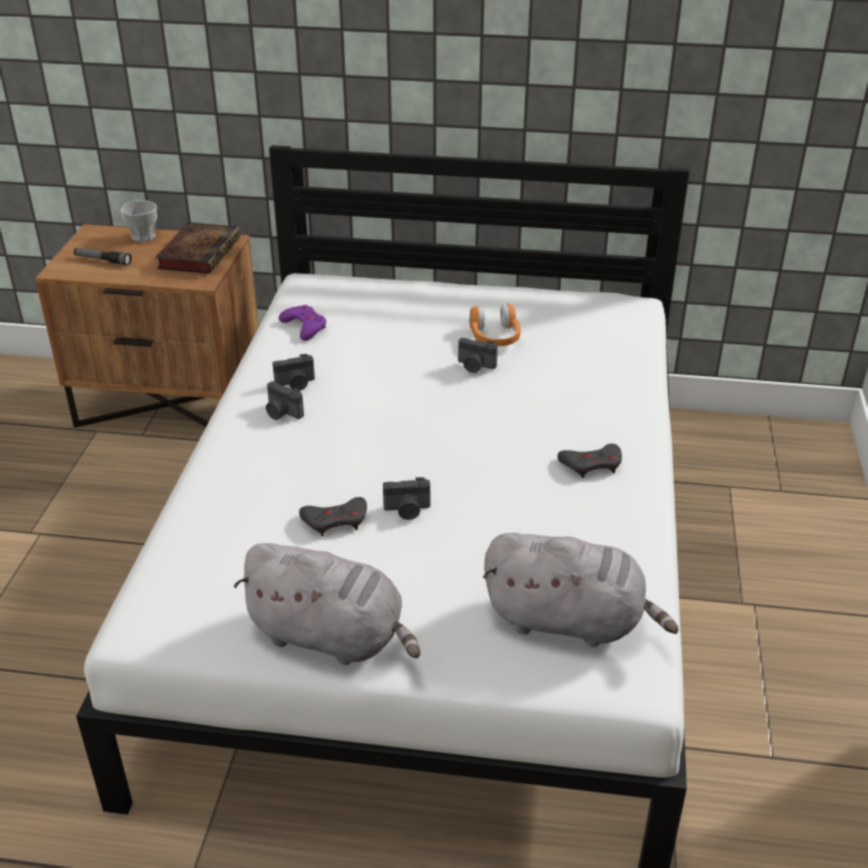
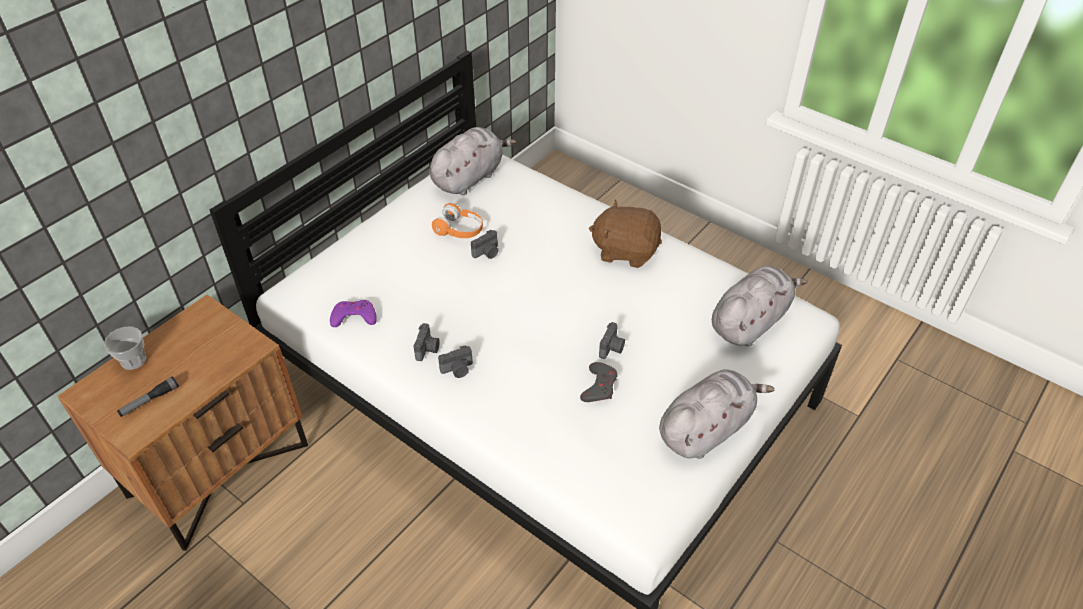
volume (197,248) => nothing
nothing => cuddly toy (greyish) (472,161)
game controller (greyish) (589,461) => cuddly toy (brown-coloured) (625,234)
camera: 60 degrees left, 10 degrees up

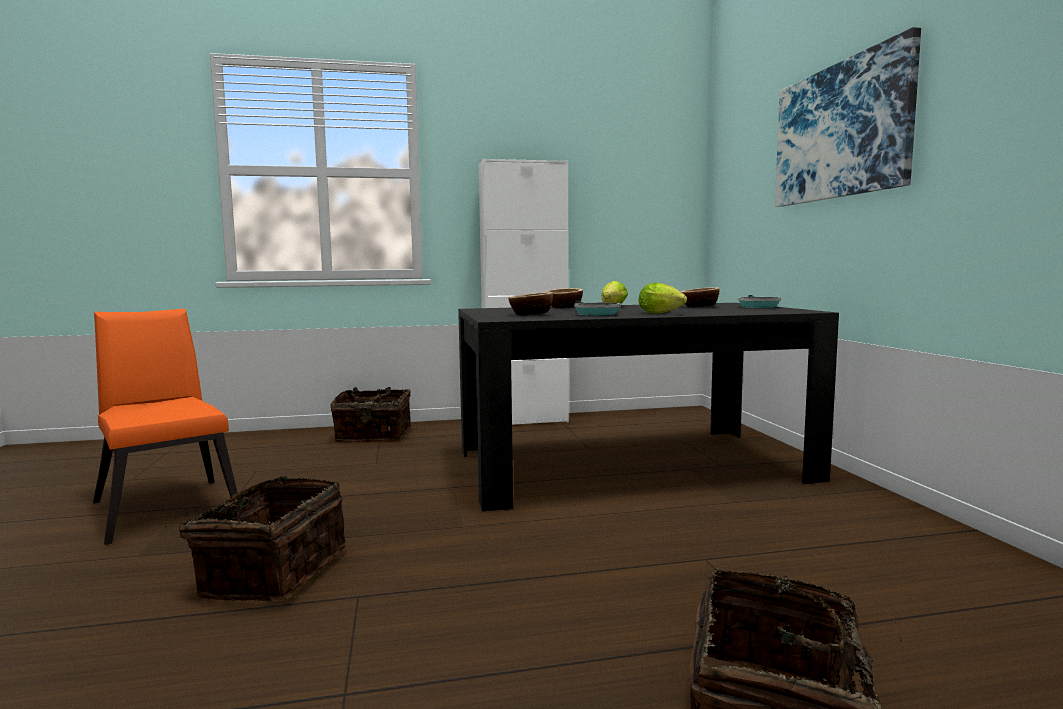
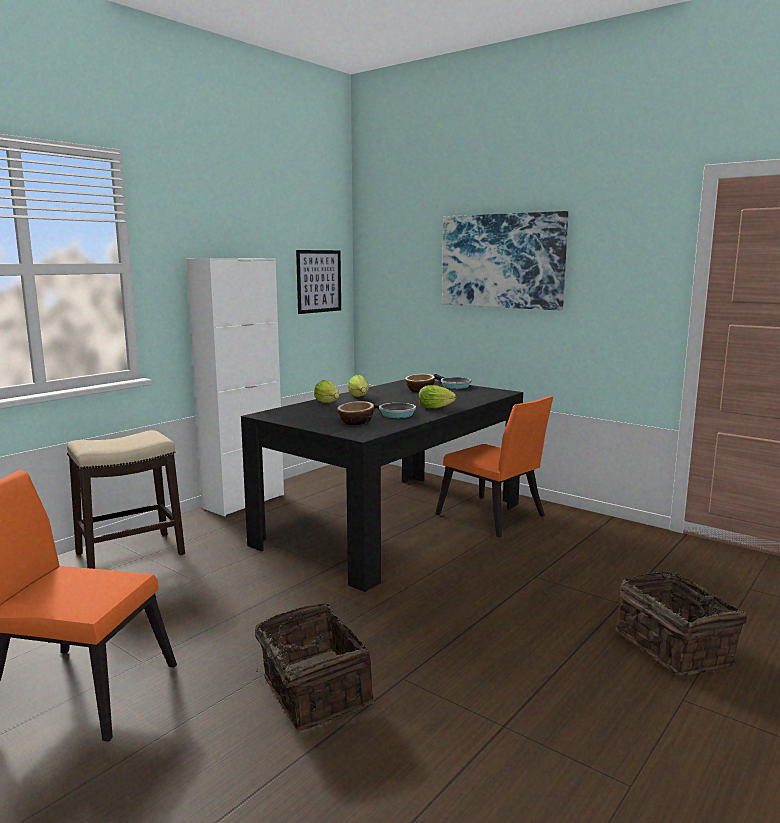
nothing => wall art (318,282)
nothing => upright chair (orange-coloured) (494,467)
household basket (370,414) => stool (126,499)
serving bowl (564,298) => head of lettuce (326,391)
camera: 40 degrees left, 5 degrees up

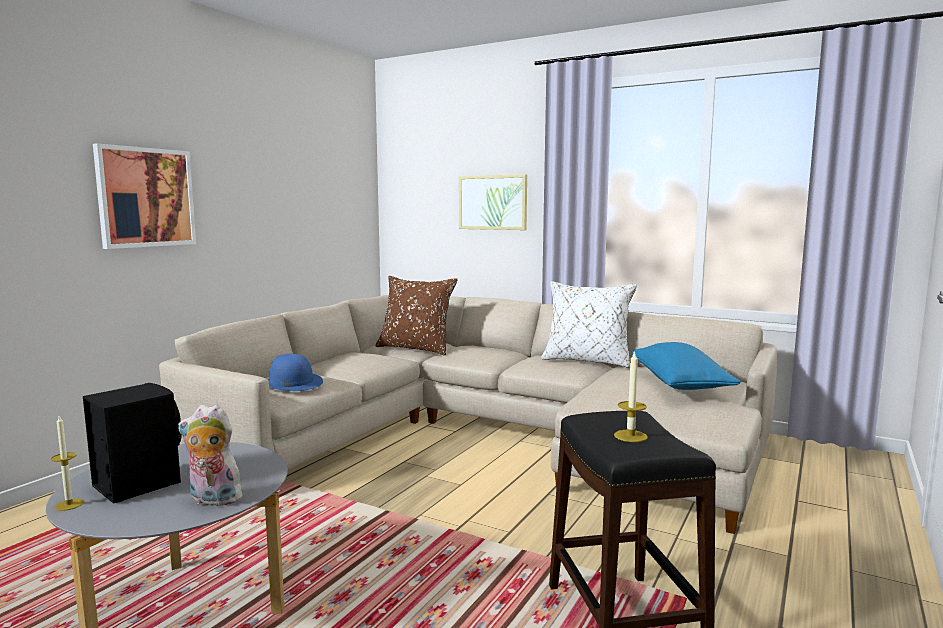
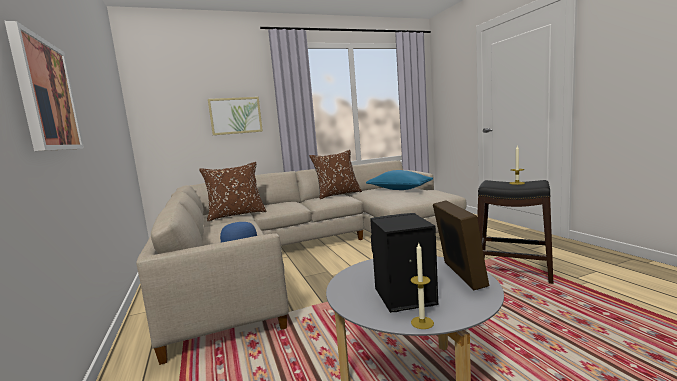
cuddly toy (211,455) => photo frame (461,245)
cushion (white-coloured) (589,324) => cushion (brown-coloured) (335,174)
camera: 50 degrees left, 0 degrees up

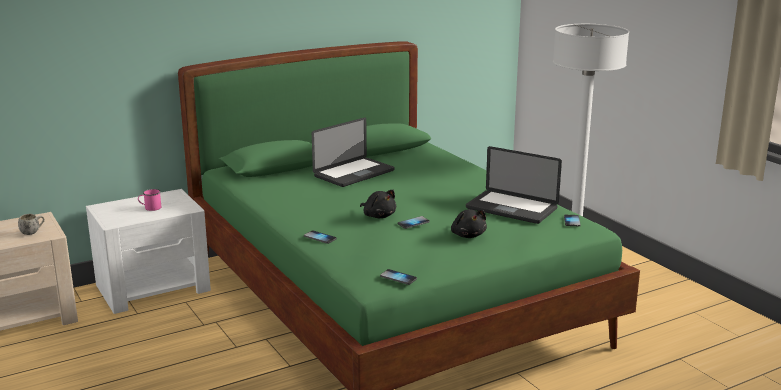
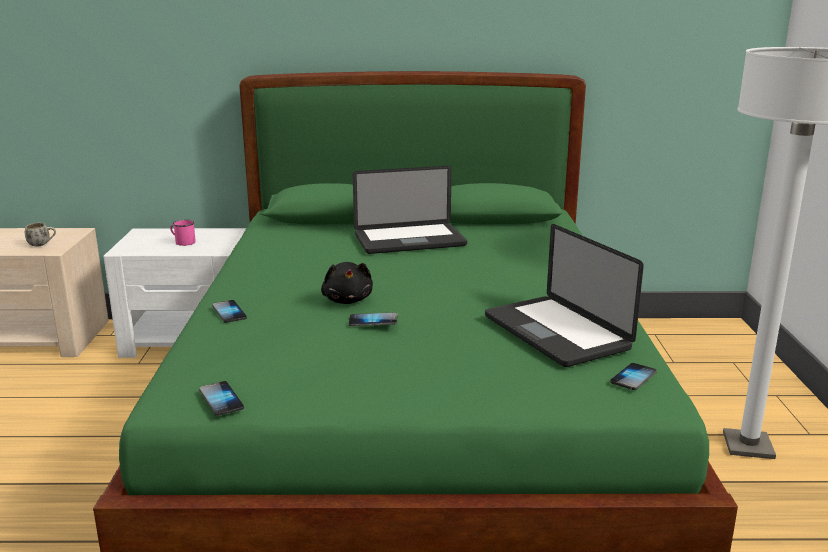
cuddly toy (blackish) (469,223) => nothing
camera: 30 degrees right, 0 degrees up

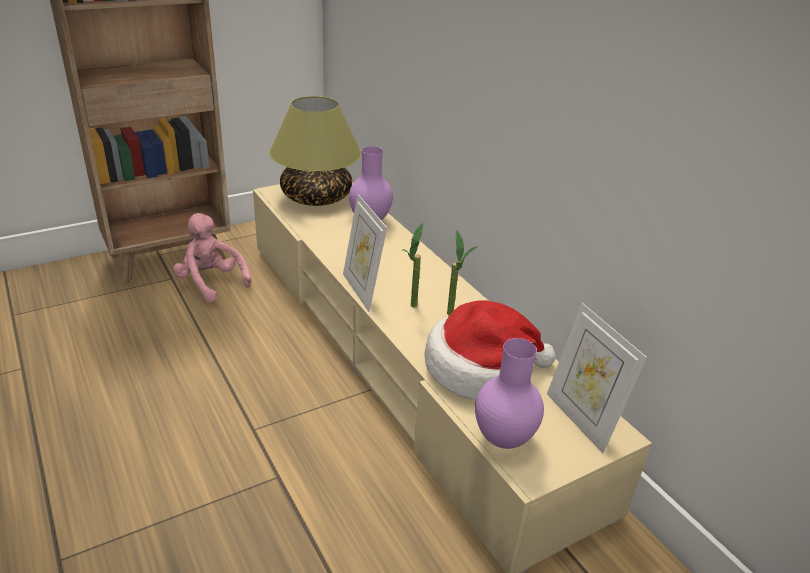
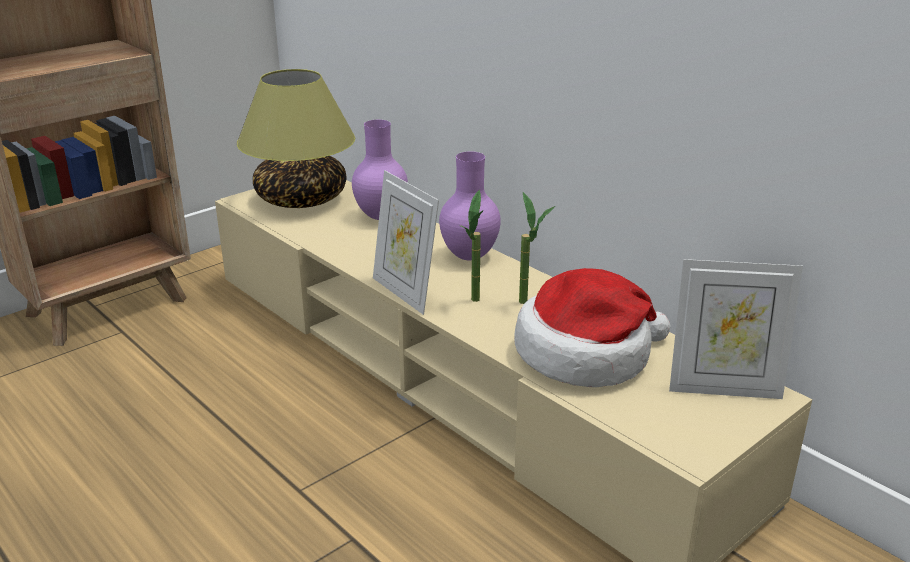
cuddly toy (pinkish) (212,258) => nothing
flower vase (purplish) (509,393) => flower vase (purplish) (470,206), move
photo frame (597,378) => photo frame (736,329), 45 degrees counterclockwise
camera: 10 degrees left, 5 degrees down

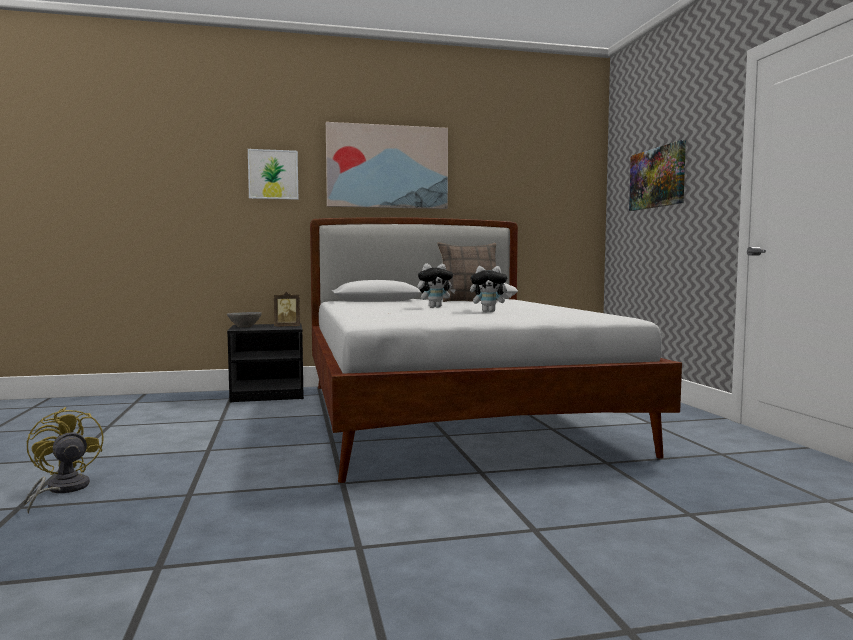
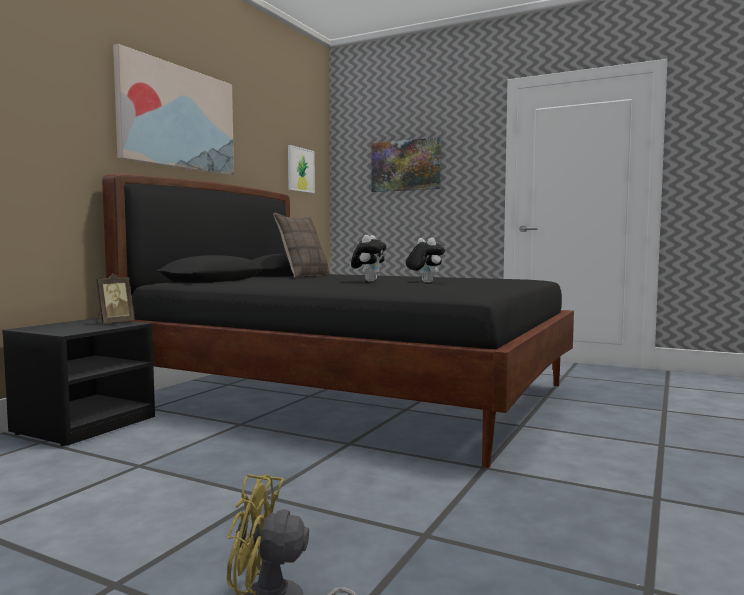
serving bowl (greyish) (244,319) => nothing
wall art (273,174) => wall art (301,169), move
sleeping bed (white-coloured) (496,350) => sleeping bed (blackish) (338,321)
cuddly toy (491,289) => cuddly toy (425,260), 75 degrees counterclockwise
camera: 50 degrees left, 0 degrees up

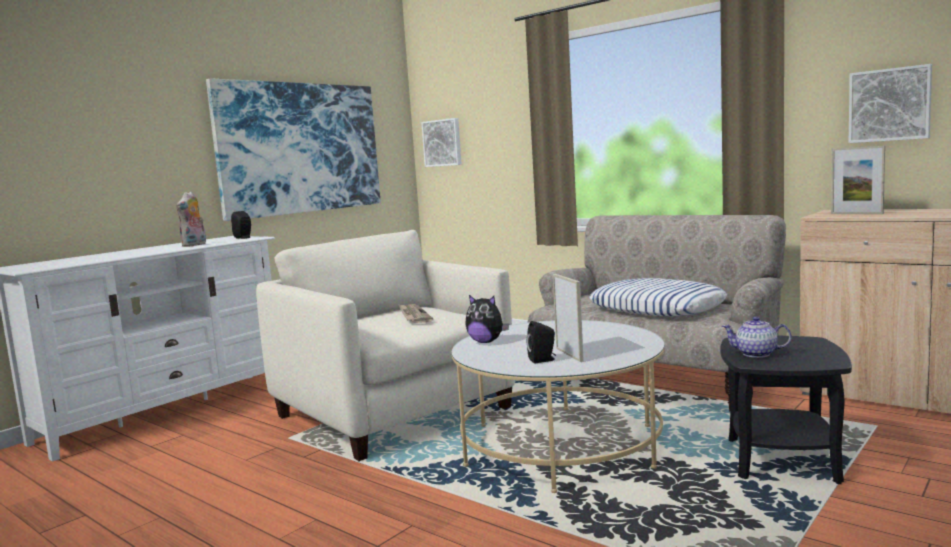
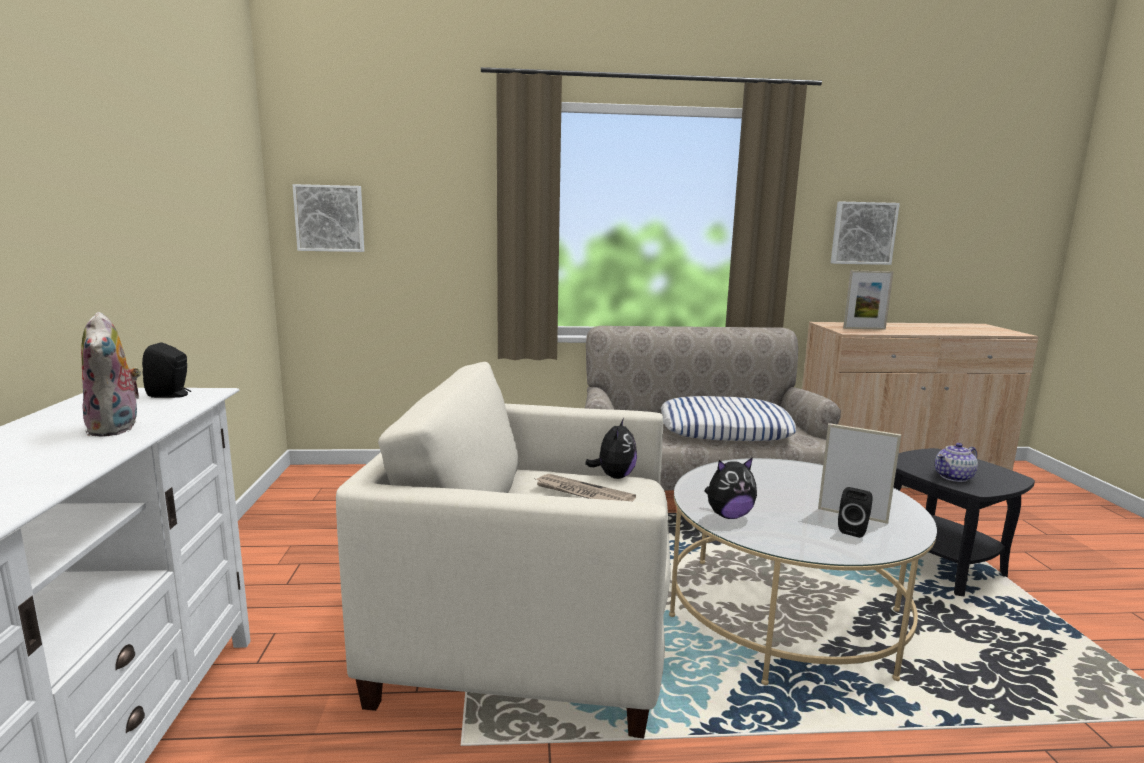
wall art (293,149) => nothing
nothing => cuddly toy (611,448)
camera: 45 degrees left, 5 degrees up

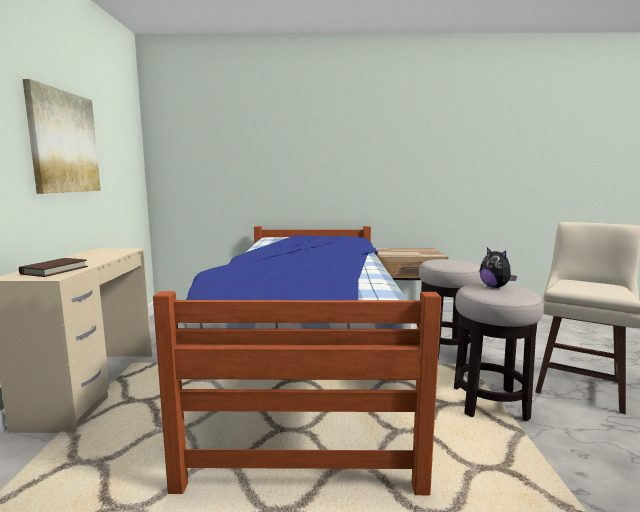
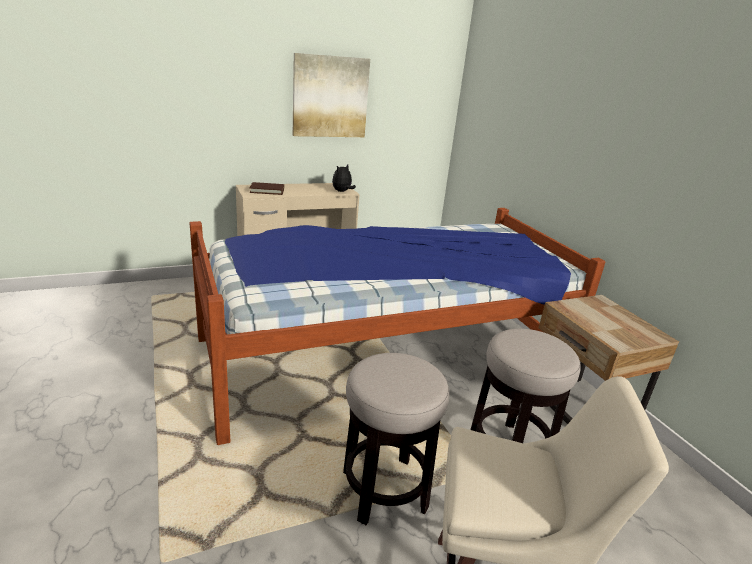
cuddly toy (498,267) => cuddly toy (344,178), move
camera: 65 degrees right, 15 degrees up

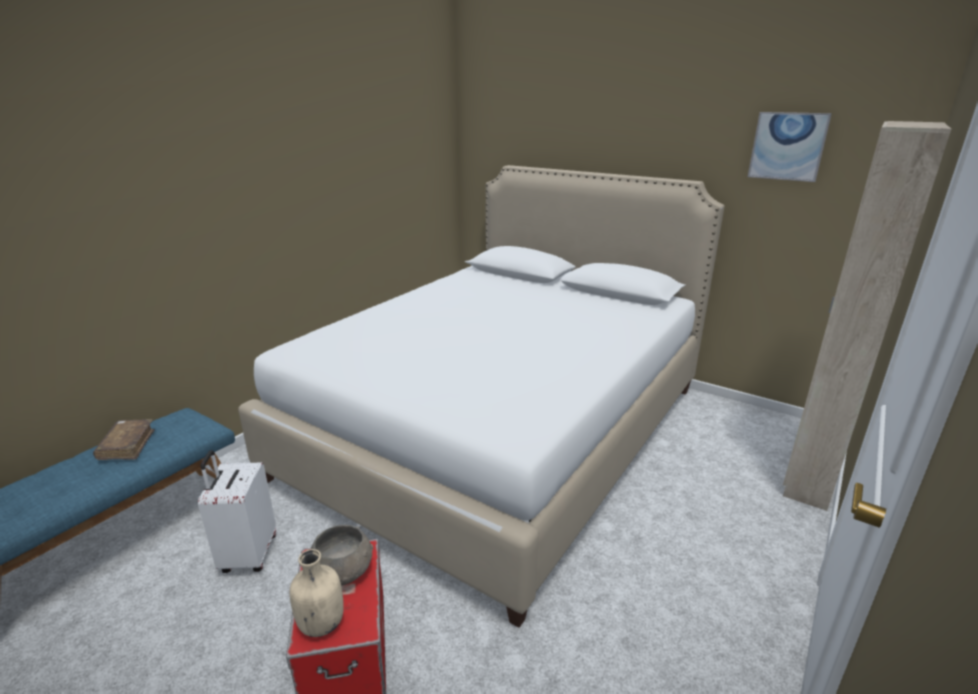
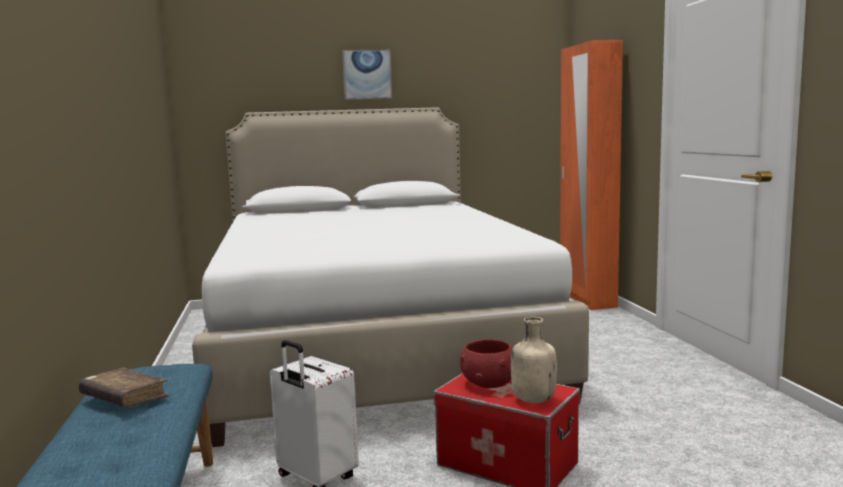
wall art (790,147) => wall art (367,75), move
serving bowl (greyish) (342,555) => serving bowl (red) (486,364)
wardrobe (beige-coloured) (867,316) => wardrobe (orange-coloured) (591,175)
camera: 45 degrees left, 15 degrees down

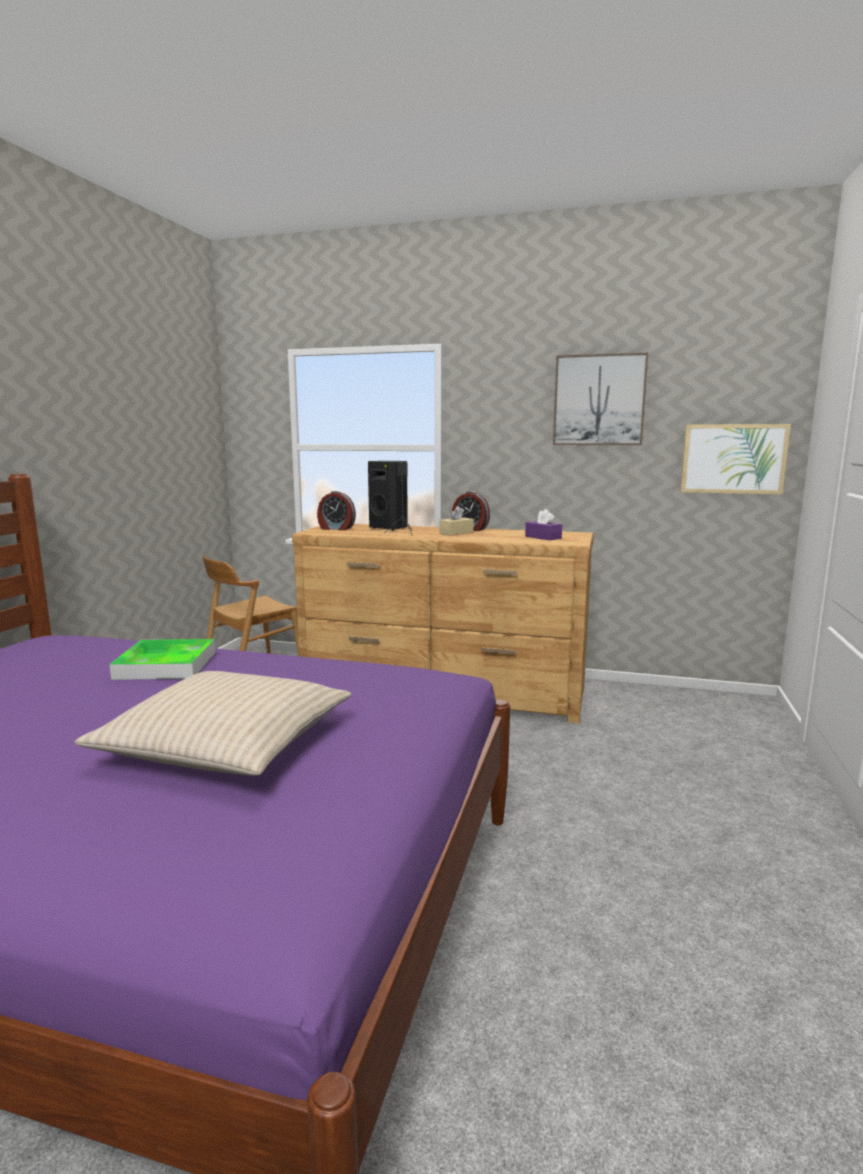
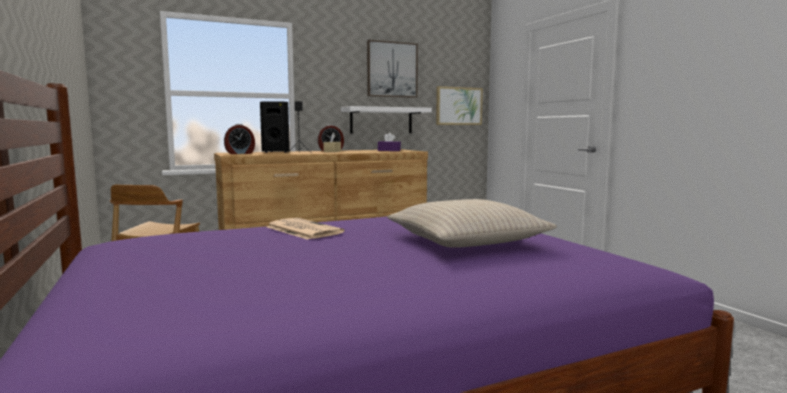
nothing => bracket shelf (white-coloured) (386,119)
tray (162,659) => printed paper (305,229)
camera: 40 degrees left, 5 degrees down

